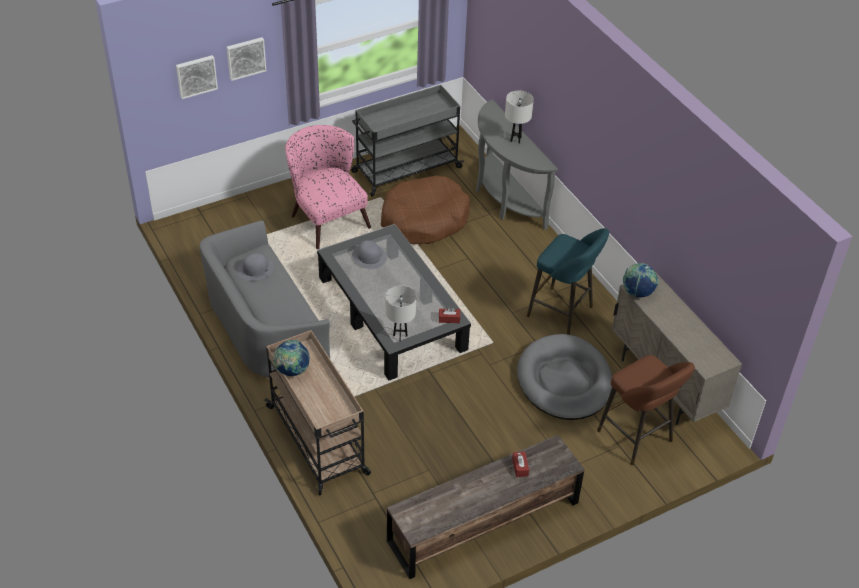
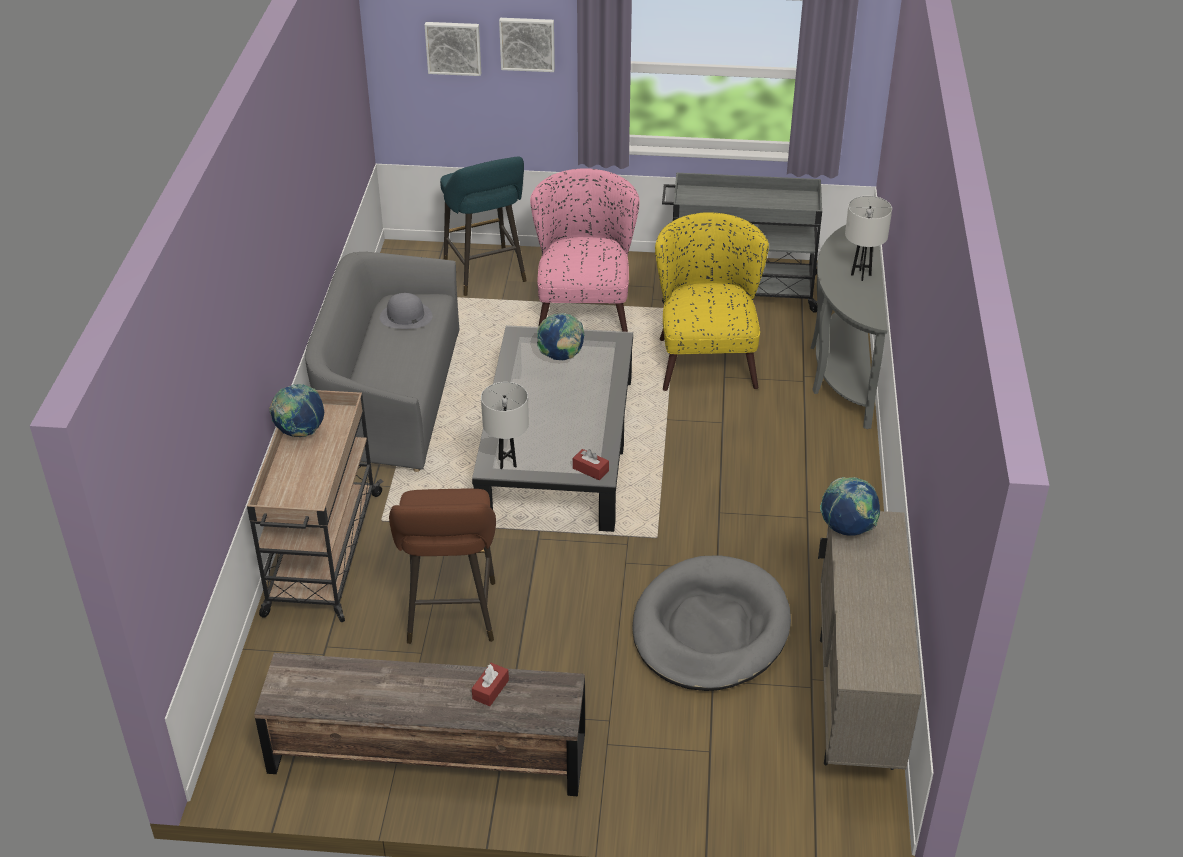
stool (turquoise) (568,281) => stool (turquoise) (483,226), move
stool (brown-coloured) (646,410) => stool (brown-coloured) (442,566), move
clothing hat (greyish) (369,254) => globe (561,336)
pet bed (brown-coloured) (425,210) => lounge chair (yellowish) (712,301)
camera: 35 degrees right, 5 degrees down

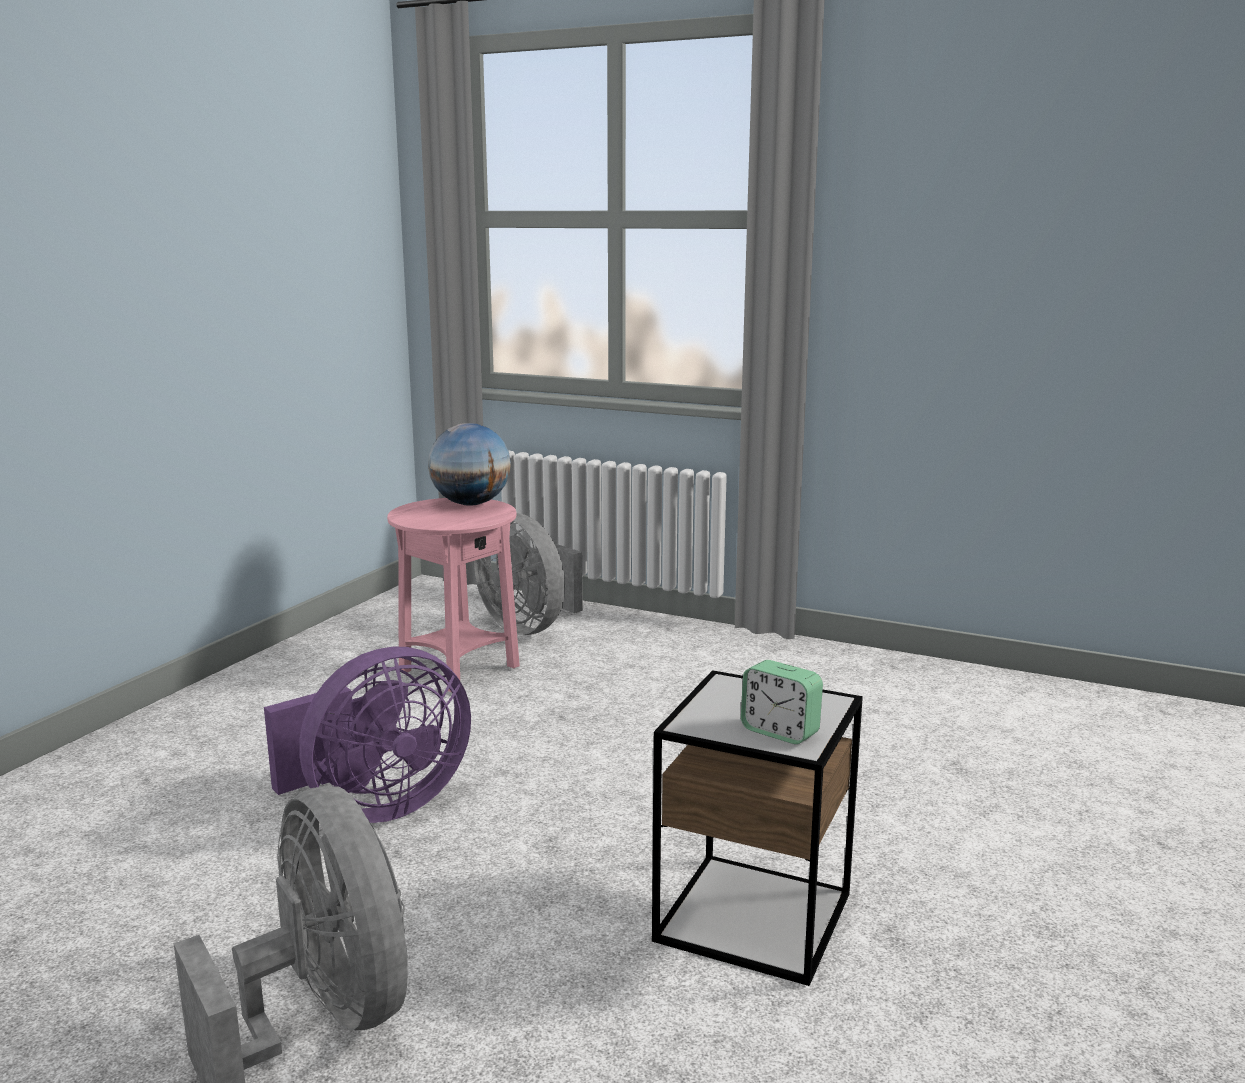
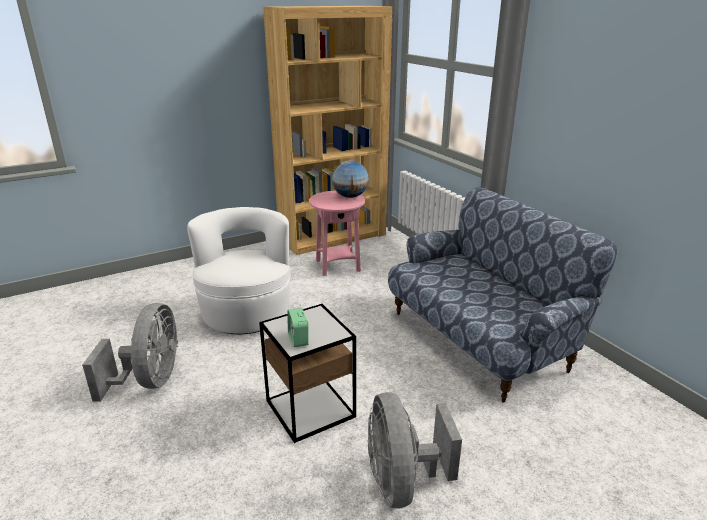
nothing => bookshelf (brown-coloured) (327,130)
nothing => couch (502,295)
electric fan (greyish) (528,574) => electric fan (greyish) (415,450), move
electric fan (purplish) (367,735) => lounge chair (white-coloured) (239,270)
camera: 35 degrees right, 10 degrees up

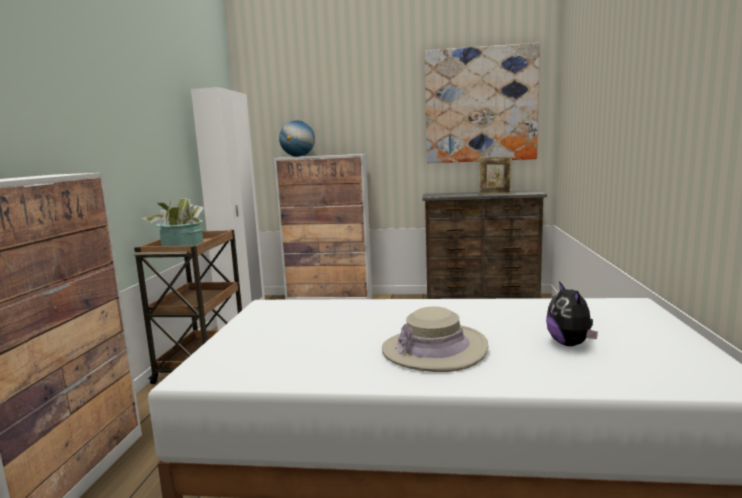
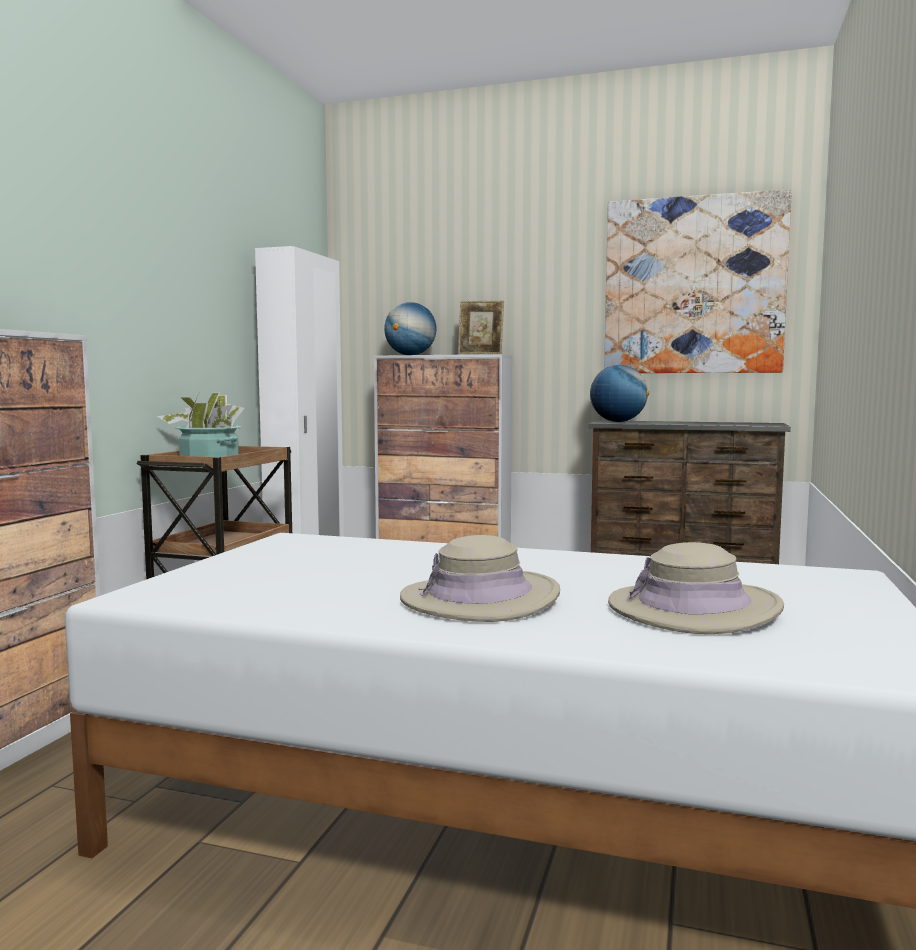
nothing => globe (619,393)
photo frame (495,175) => photo frame (481,327), move
cuddly toy (572,313) => clothing hat (beige-coloured) (696,588)
camera: 10 degrees right, 5 degrees down

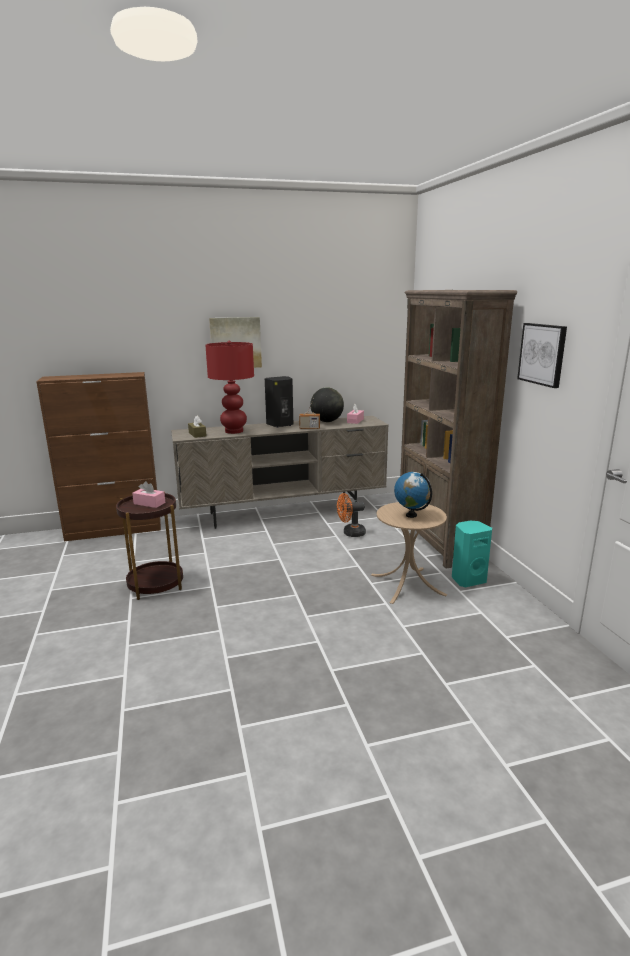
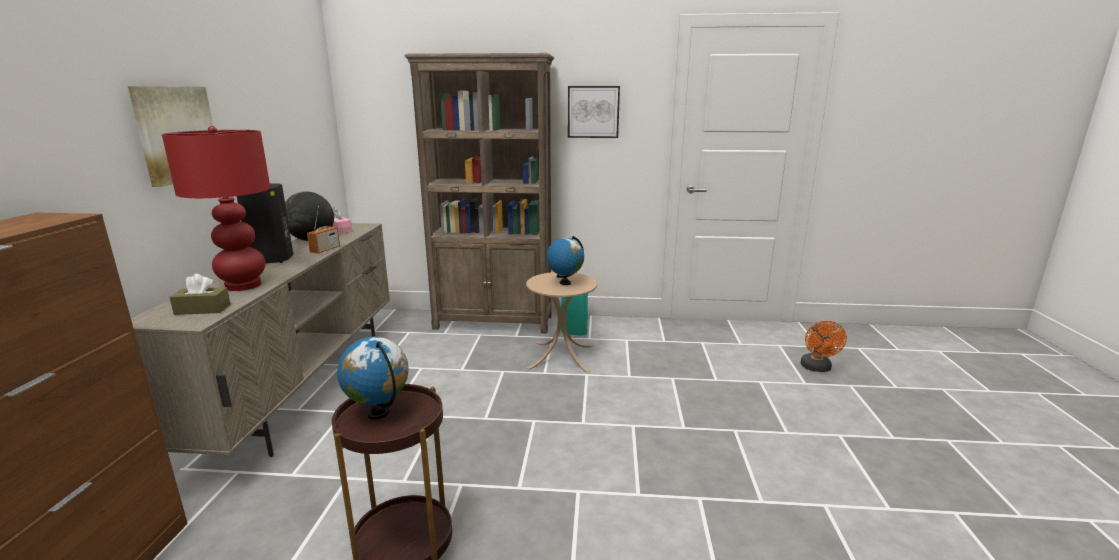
electric fan (orange-coloured) (351,515) => electric fan (orange-coloured) (824,346), move
box of tissues (pinkish) (148,494) => globe (373,378)
camera: 70 degrees left, 0 degrees up

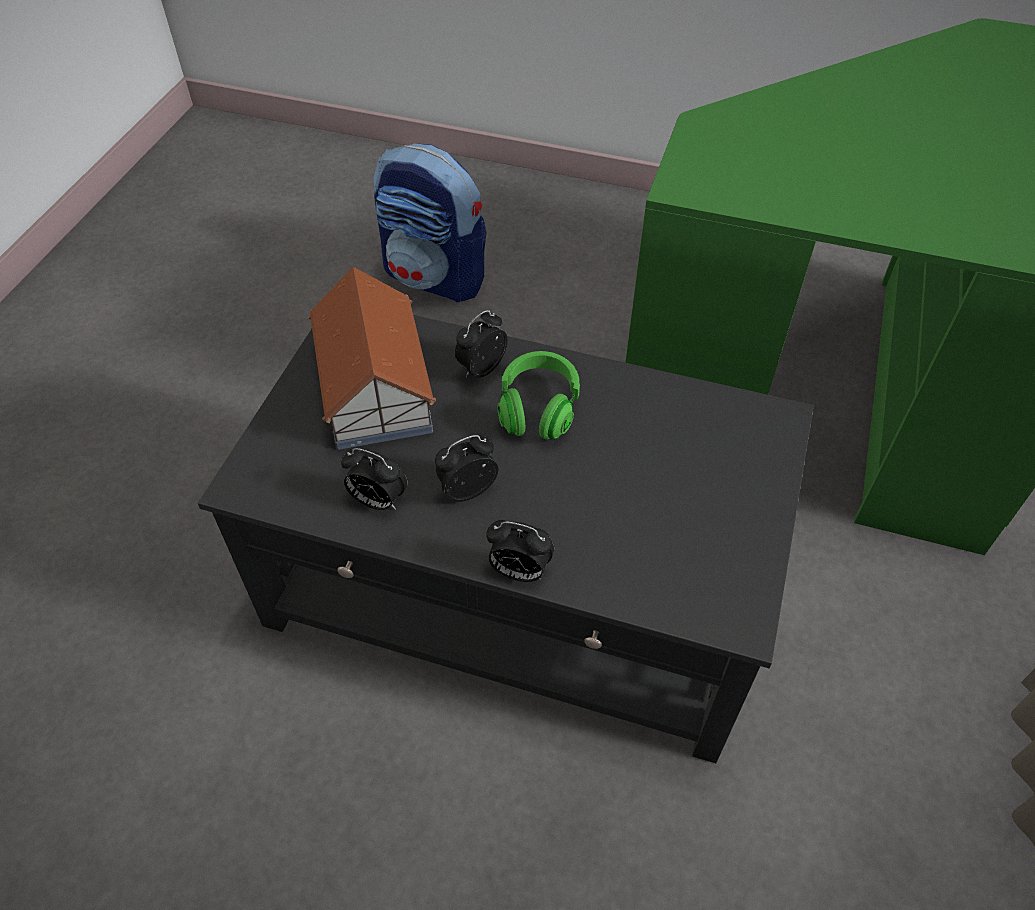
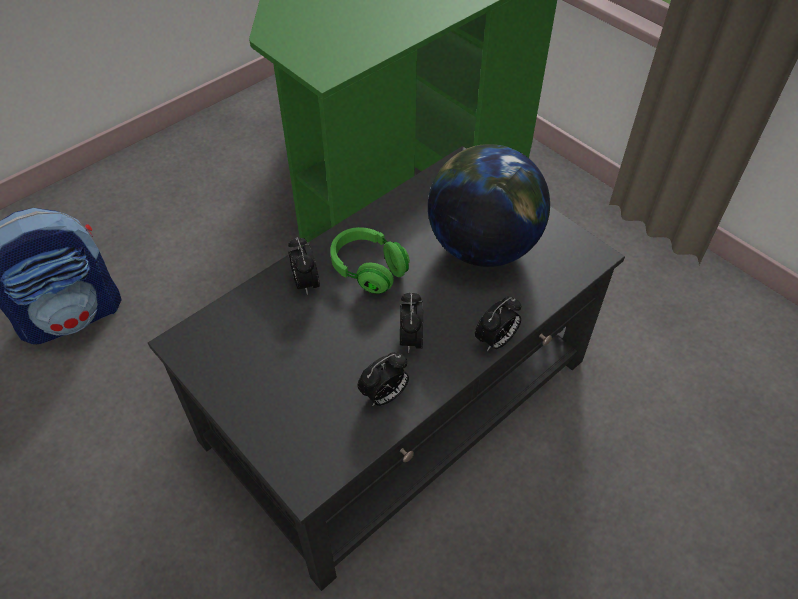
model house (372,358) => nothing
nothing => globe (489,205)
camera: 60 degrees left, 0 degrees up

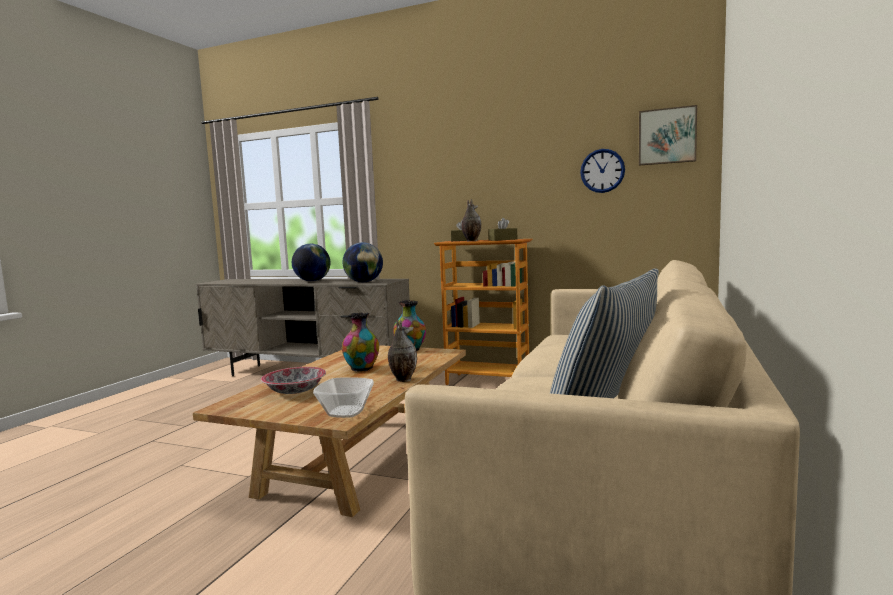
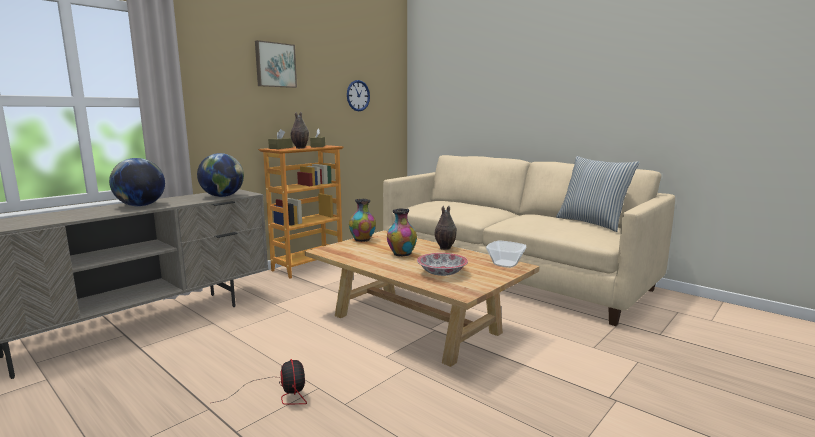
nothing => electric fan (259,381)
wall art (668,135) => wall art (276,64), move
camera: 70 degrees left, 5 degrees up

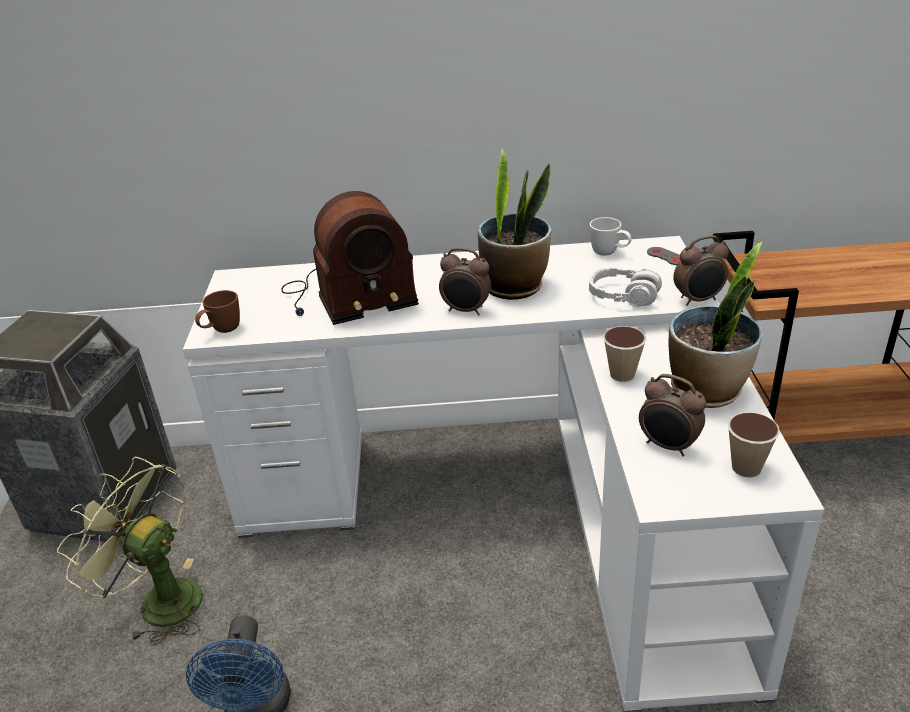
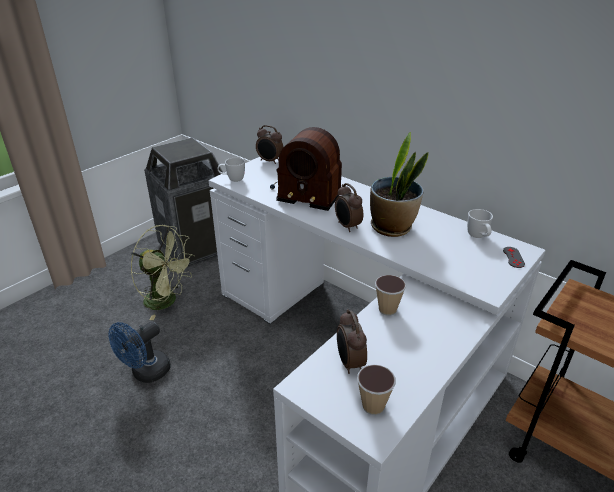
pair of headphones (greyish) (625,287) => nothing
houseplant (715,325) => nothing
table clock (701,270) => table clock (270,144), move
mug (brown-coloured) (217,311) => mug (white-coloured) (231,170)
electric fan (green-coloured) (130,551) => electric fan (green-coloured) (162,272), 135 degrees clockwise
camera: 40 degrees right, 0 degrees up

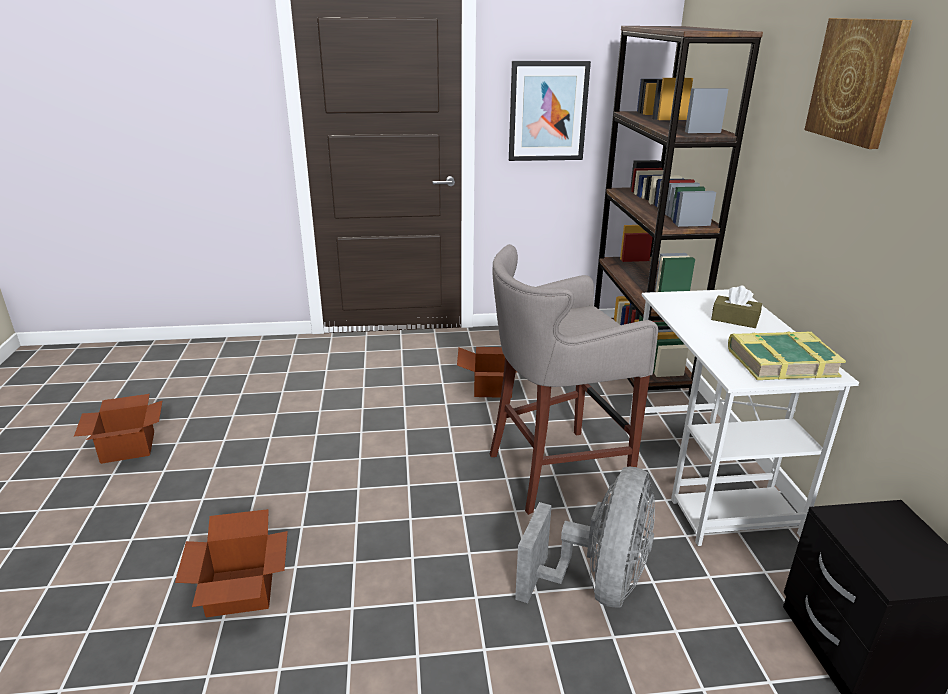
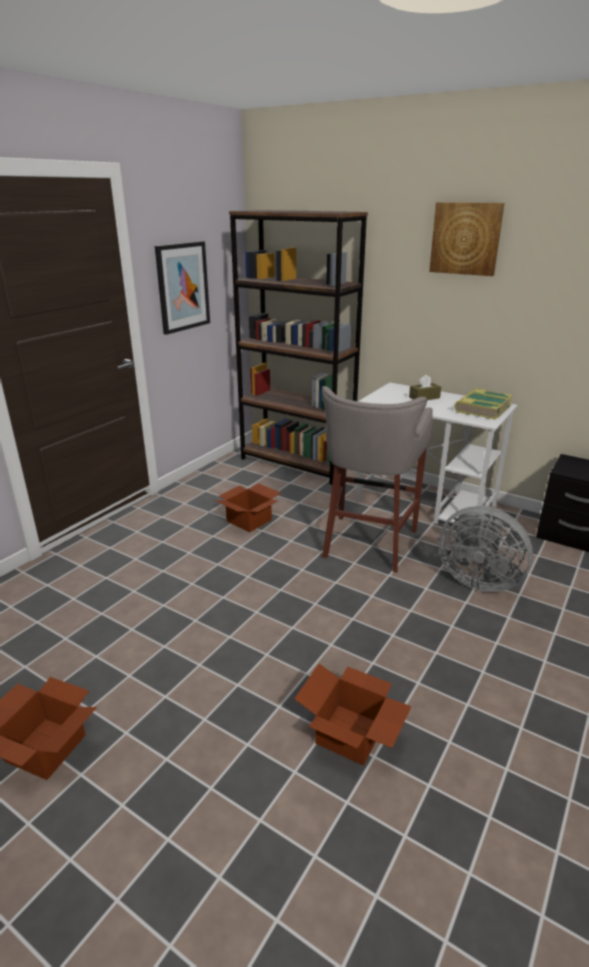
electric fan (greyish) (585,537) => electric fan (greyish) (485,549), 150 degrees clockwise
camera: 50 degrees left, 0 degrees up

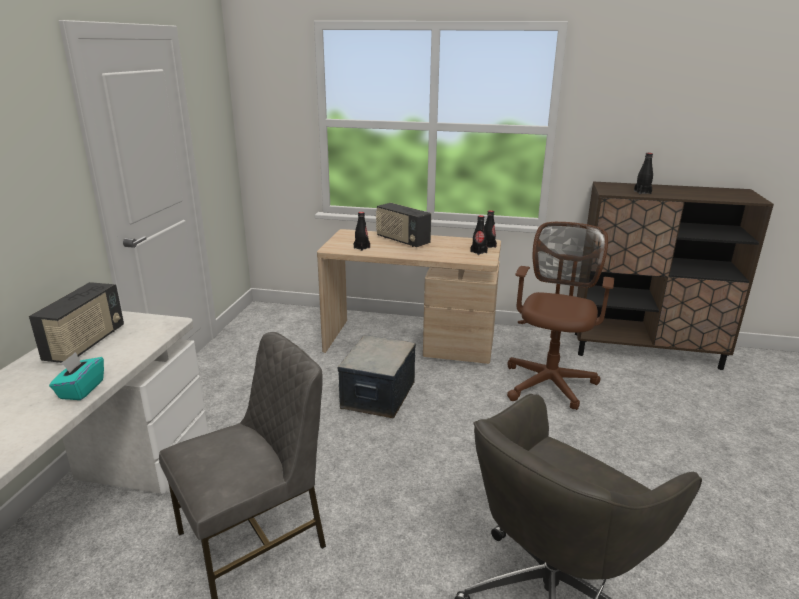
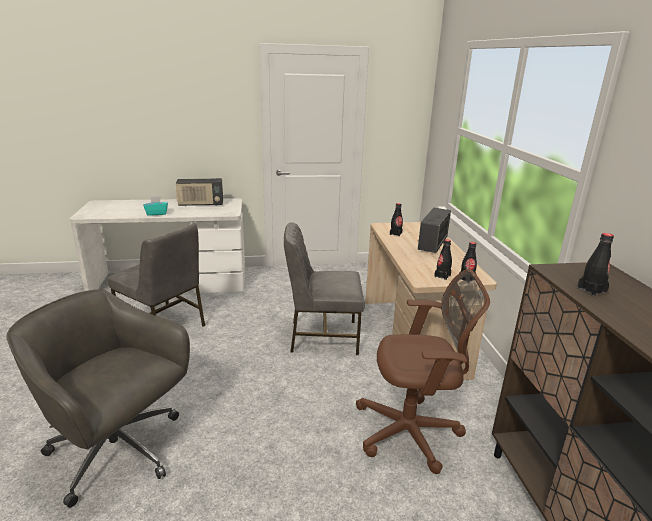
storage container (377,376) => upright chair (greyish) (324,288)
camera: 70 degrees right, 0 degrees up

